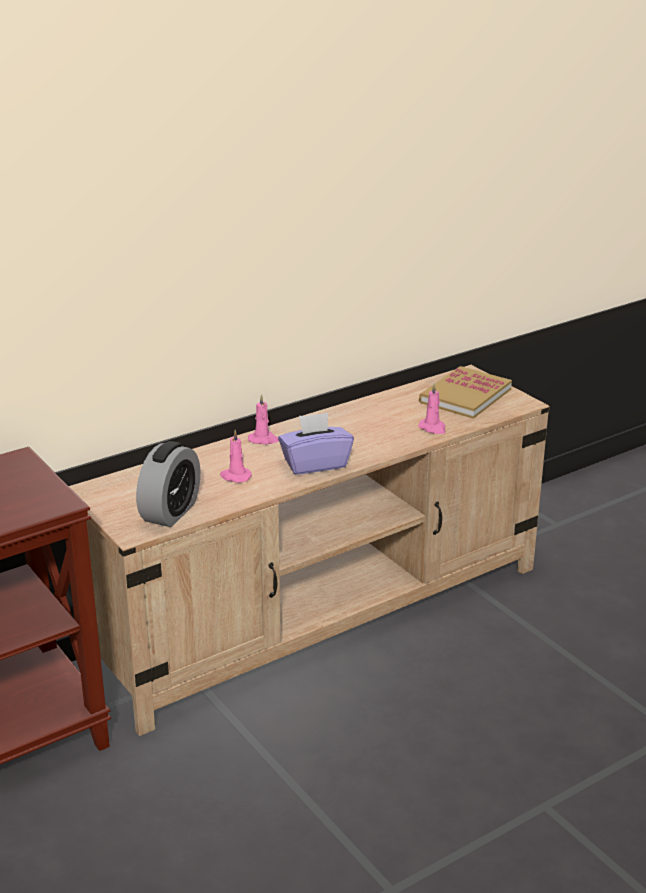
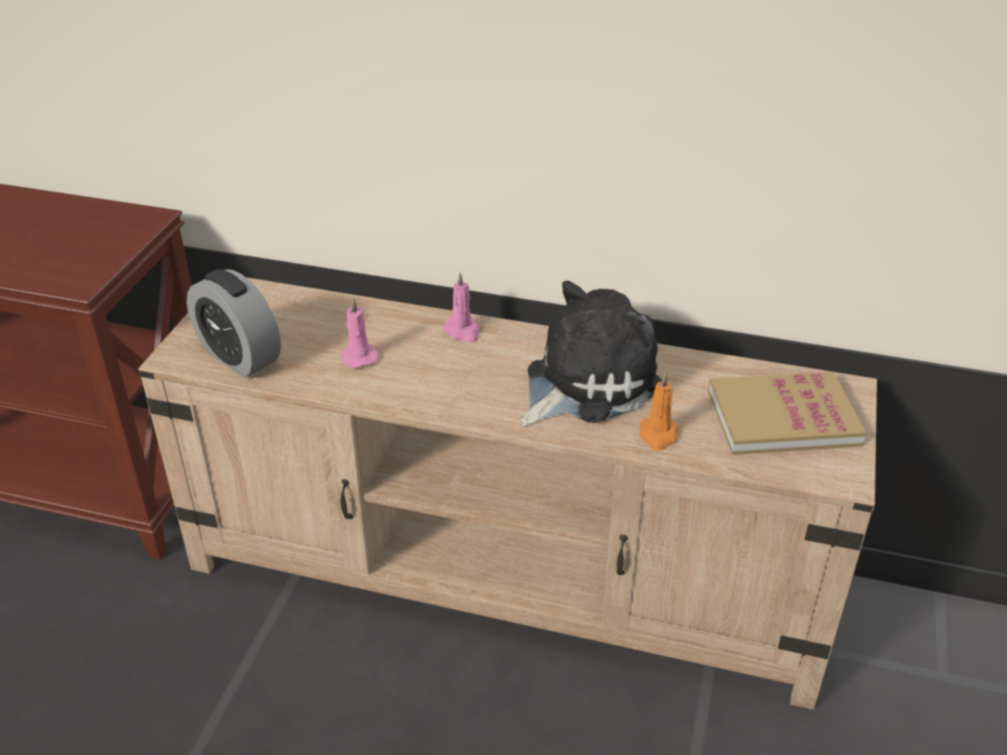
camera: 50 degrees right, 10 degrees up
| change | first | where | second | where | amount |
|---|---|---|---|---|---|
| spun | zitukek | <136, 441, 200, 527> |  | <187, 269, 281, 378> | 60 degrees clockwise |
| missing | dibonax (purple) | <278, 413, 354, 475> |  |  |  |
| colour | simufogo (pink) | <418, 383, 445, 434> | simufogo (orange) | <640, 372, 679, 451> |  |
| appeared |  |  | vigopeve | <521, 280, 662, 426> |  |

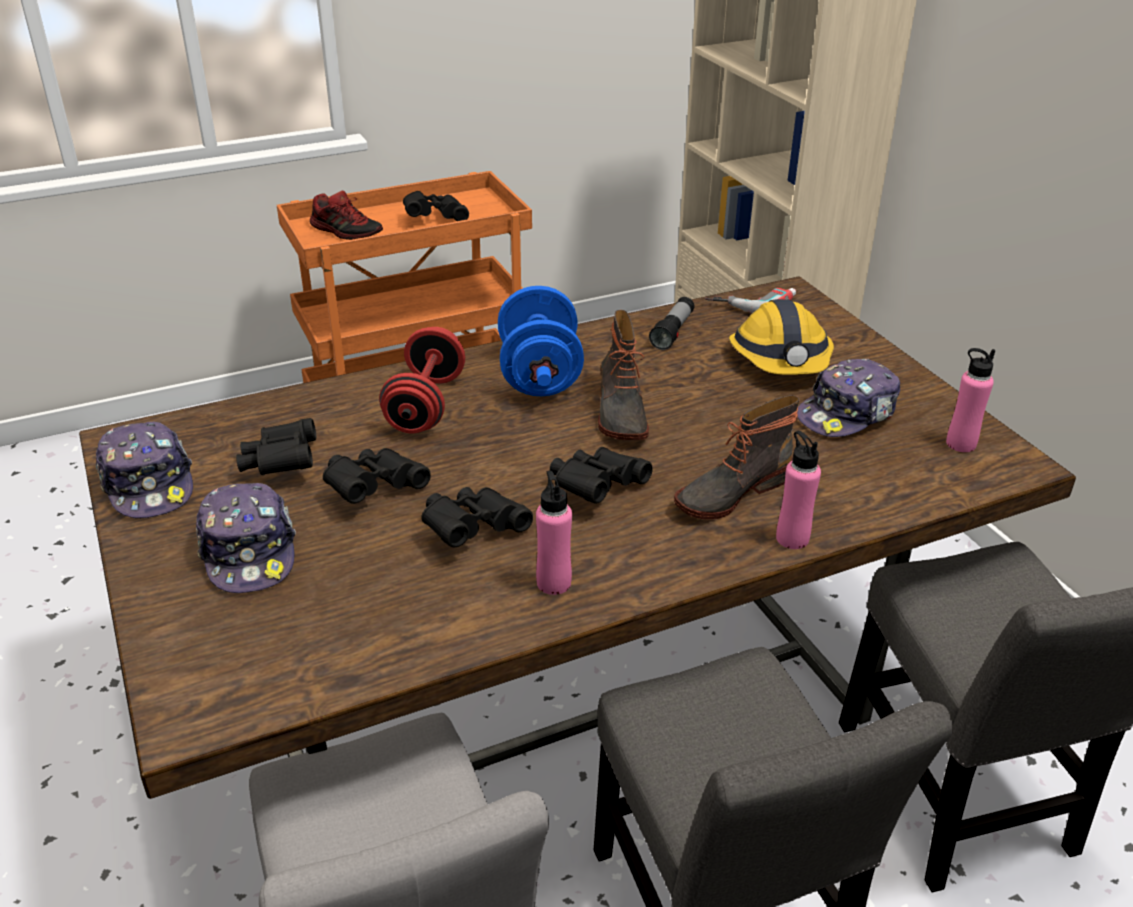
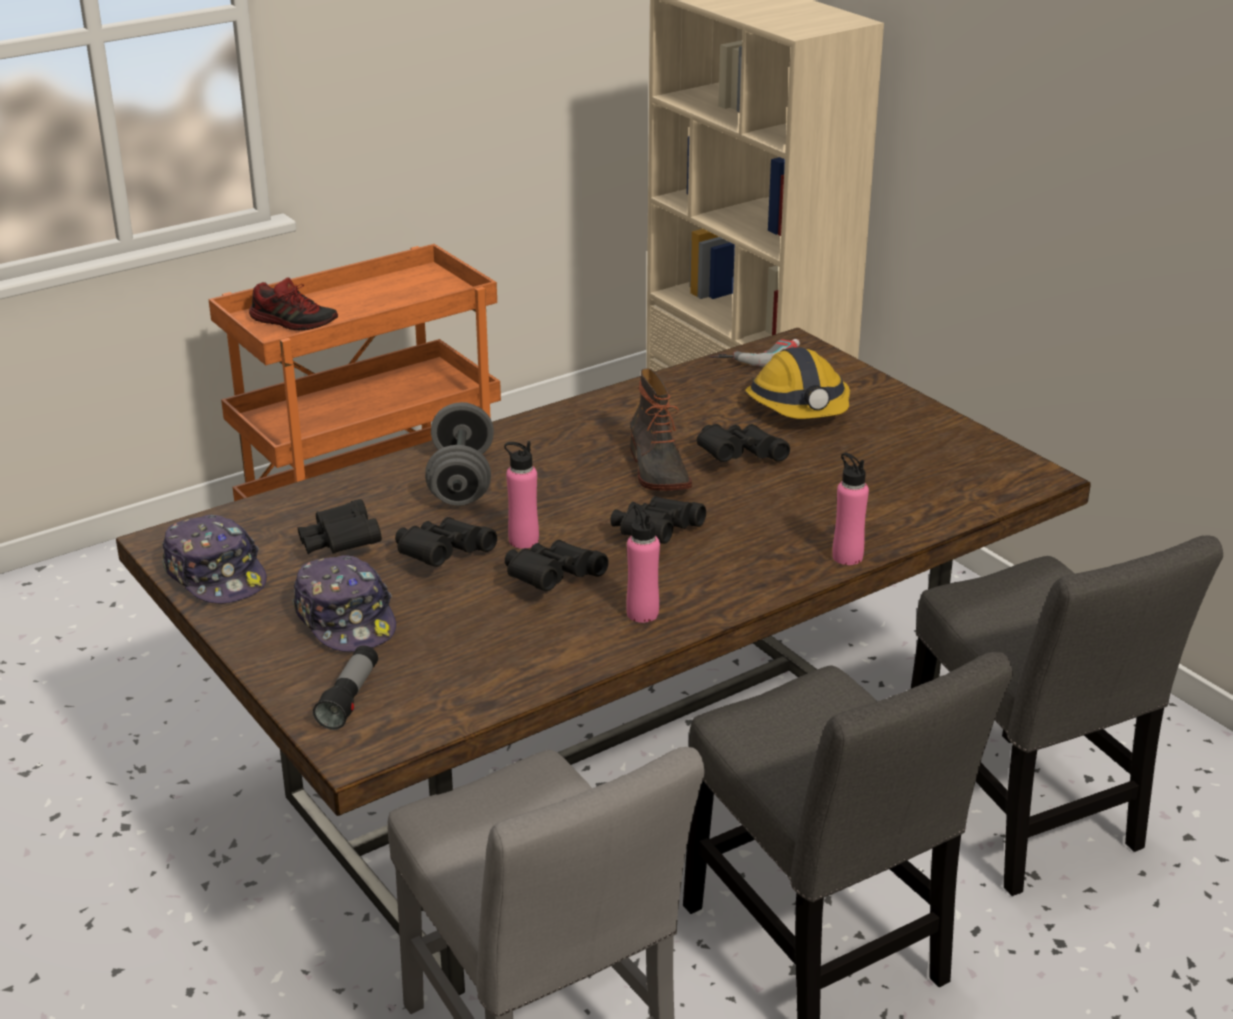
camera: 10 degrees left, 5 degrees down
| change | first | where | second | where | amount |
|---|---|---|---|---|---|
| colour | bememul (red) | <379, 327, 465, 433> | bememul (grey) | <425, 402, 494, 506> |  |
| relocated | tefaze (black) | <403, 191, 469, 221> |  | <697, 424, 790, 462> |  |
| missing | bememul (blue) | <498, 286, 584, 396> |  |  |  |
| relocated | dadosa | <649, 297, 694, 350> |  | <313, 645, 378, 730> |  |
| missing | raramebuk | <674, 395, 800, 519> |  |  |  |
| missing | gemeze | <797, 359, 900, 437> |  |  |  |
| relocated | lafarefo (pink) | <946, 348, 995, 452> |  | <504, 441, 539, 549> |  |

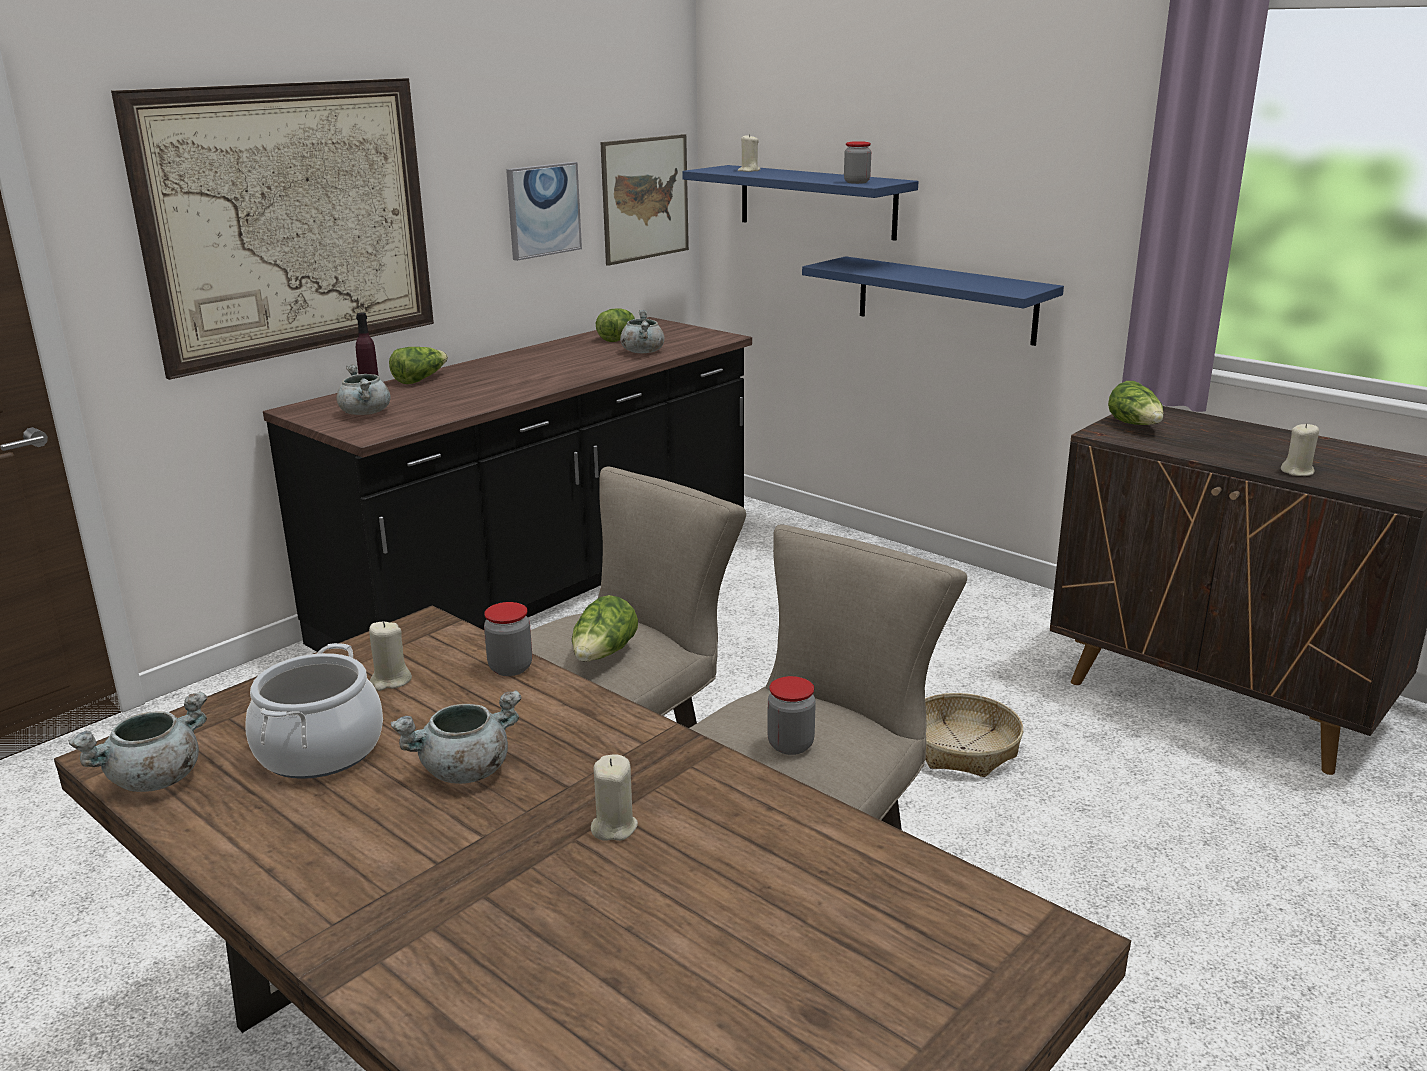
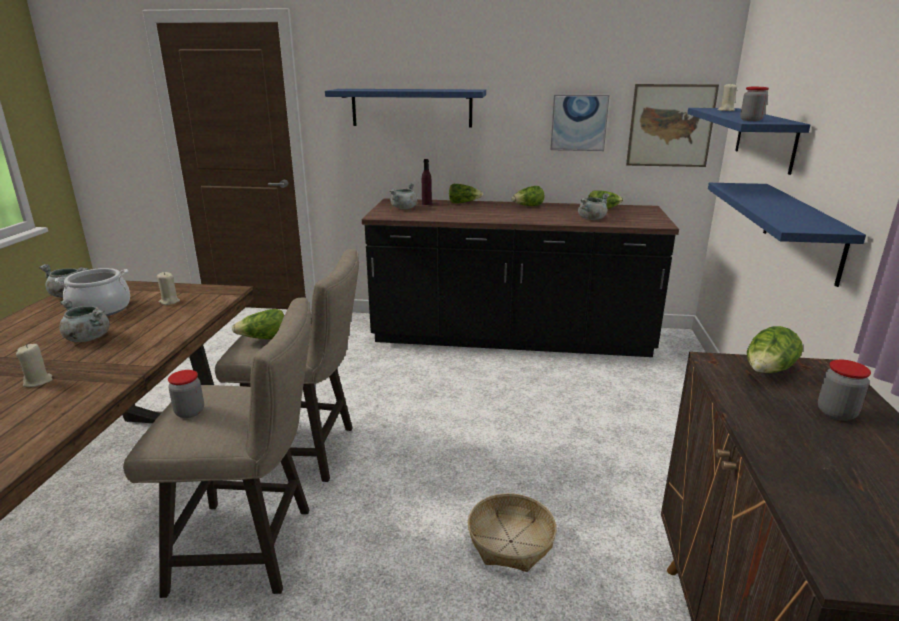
camera: 55 degrees right, 0 degrees up
| change | first | where | second | where | amount |
|---|---|---|---|---|---|
| exchanged | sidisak | <111, 78, 434, 380> | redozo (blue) | <325, 89, 486, 128> |  |
| relocated | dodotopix | <484, 602, 532, 676> |  | <818, 360, 871, 421> |  |
| missing | simufogo (beige) | <1281, 423, 1319, 476> |  |  |  |
| appeared |  |  | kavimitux | <511, 186, 545, 206> |  |

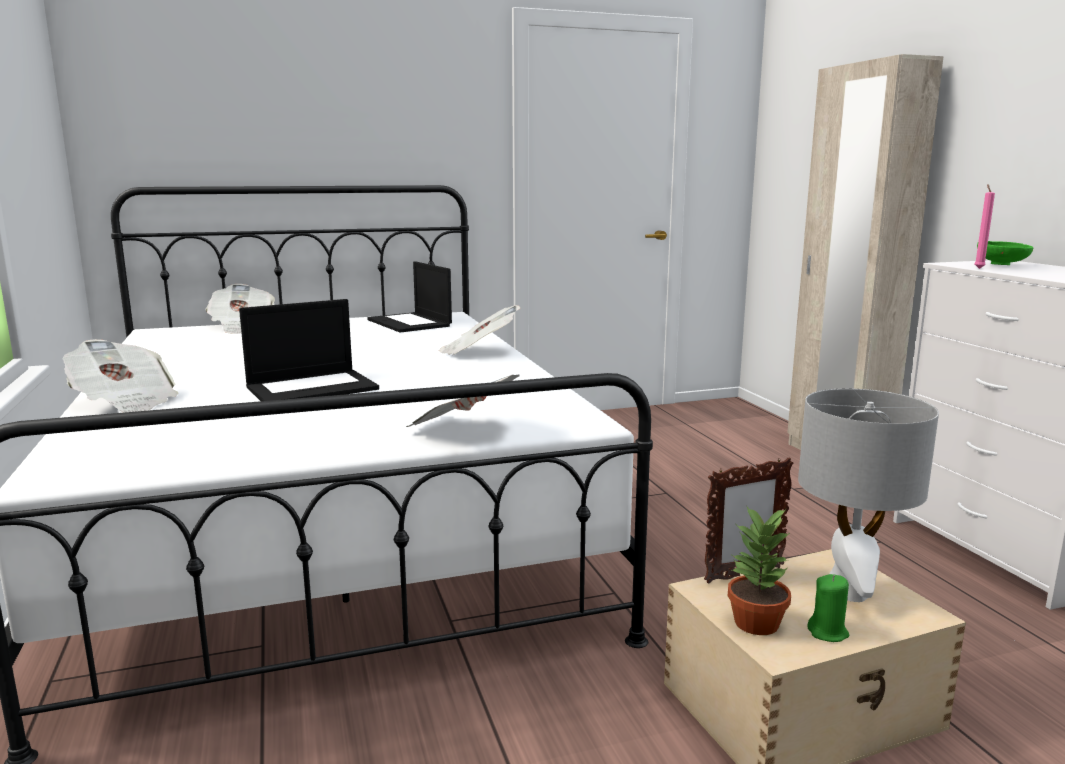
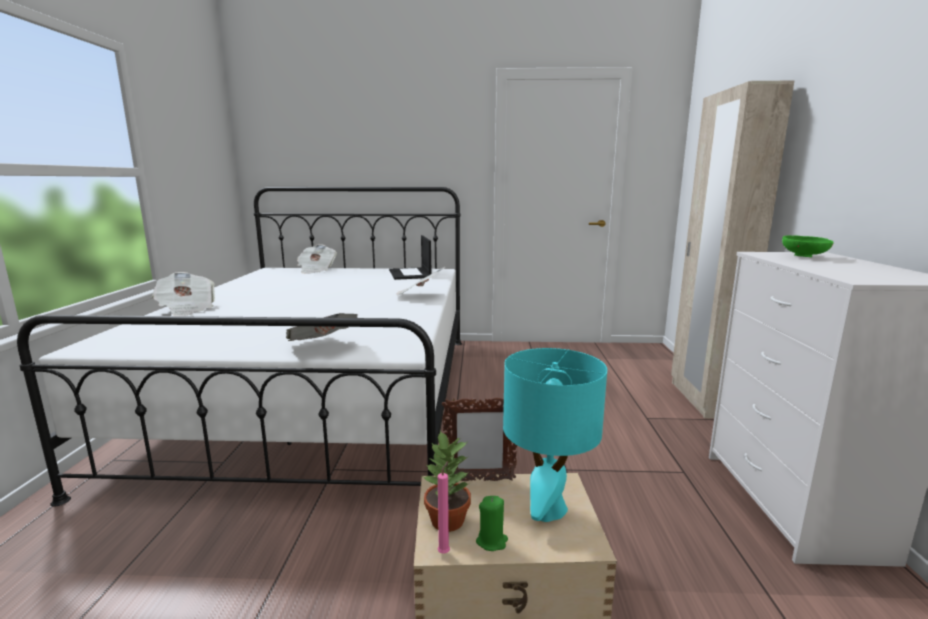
camera: 20 degrees right, 0 degrees up
| change | first | where | second | where | amount |
|---|---|---|---|---|---|
| missing | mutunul | <239, 299, 379, 401> |  |  |  |
| colour | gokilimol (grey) | <798, 388, 939, 602> | gokilimol (turquoise) | <503, 348, 607, 522> |  |
| relocated | simufogo (pink) | <974, 184, 995, 269> |  | <438, 461, 450, 554> |  |

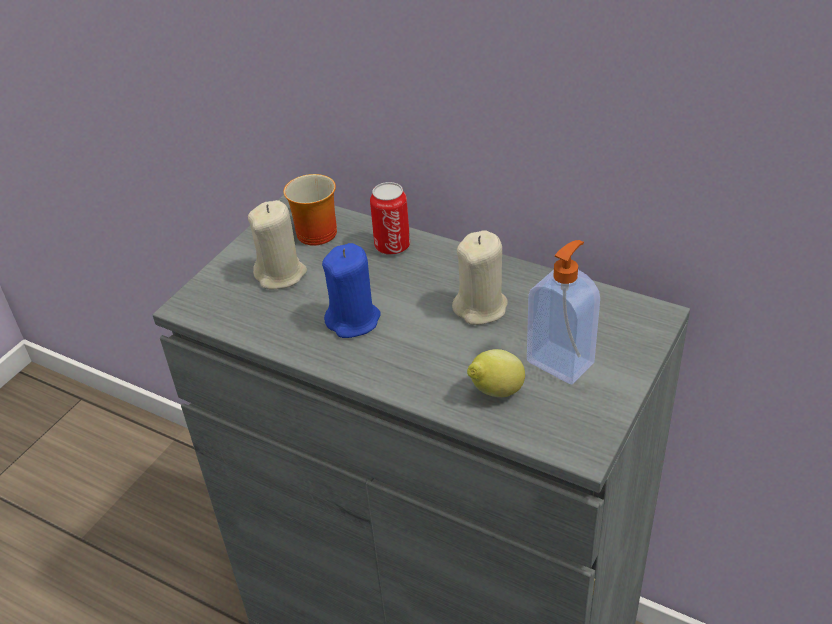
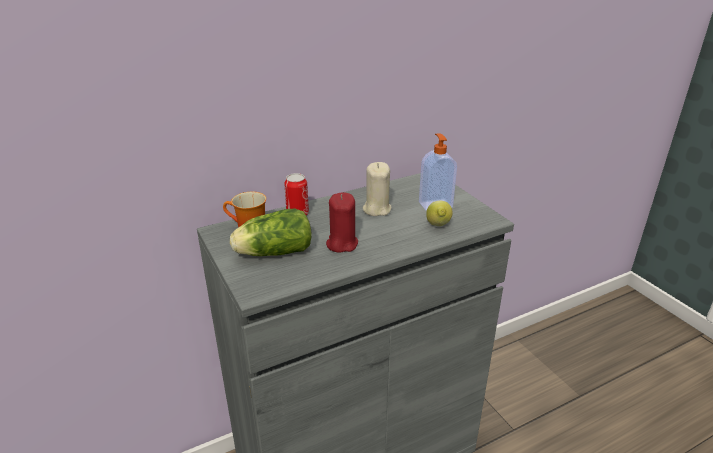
camera: 60 degrees left, 10 degrees down
| change | first | where | second | where | amount |
|---|---|---|---|---|---|
| exchanged | simufogo (beige) | <248, 200, 307, 289> | kavimitux | <230, 209, 312, 256> |  |
| colour | simufogo (blue) | <322, 243, 380, 338> | simufogo (red) | <326, 192, 358, 253> |  |

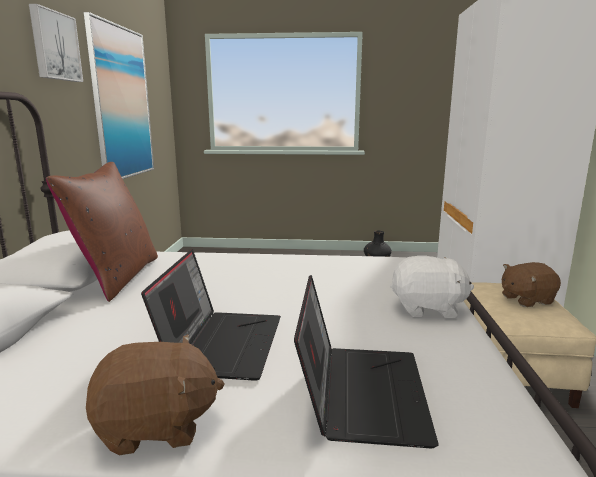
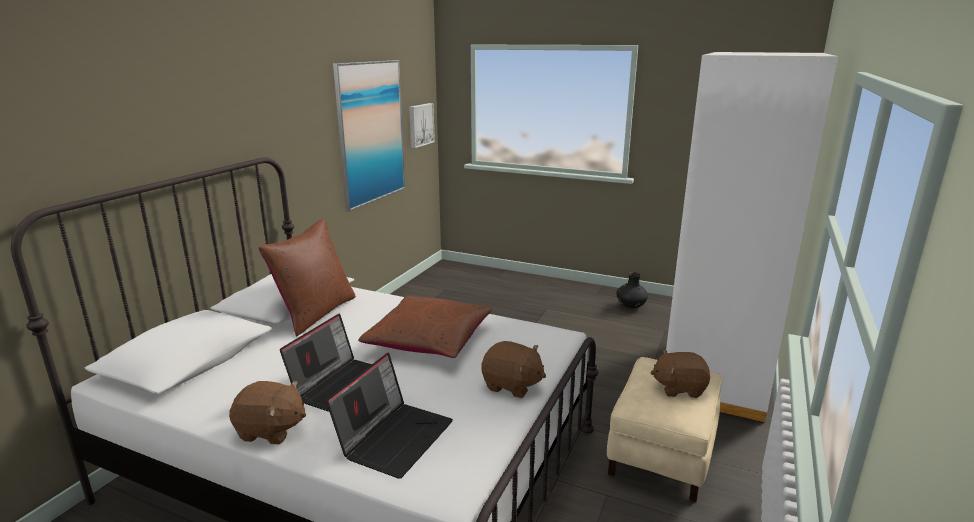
camera: 20 degrees right, 5 degrees up
| change | first | where | second | where | amount |
|---|---|---|---|---|---|
| relocated | sidisak | <29, 4, 83, 82> |  | <409, 103, 435, 148> |  |
| colour | vigopeve (white) | <390, 256, 474, 318> | vigopeve (brown) | <481, 341, 546, 398> |  |
| appeared |  |  | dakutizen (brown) | <358, 296, 492, 358> |  |

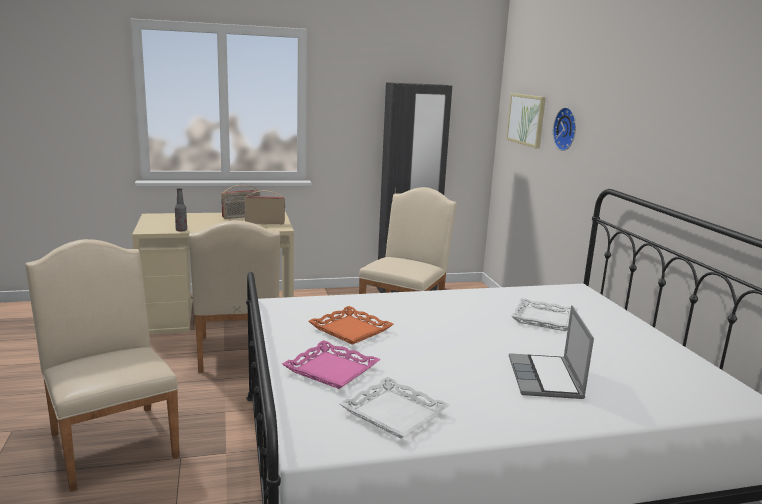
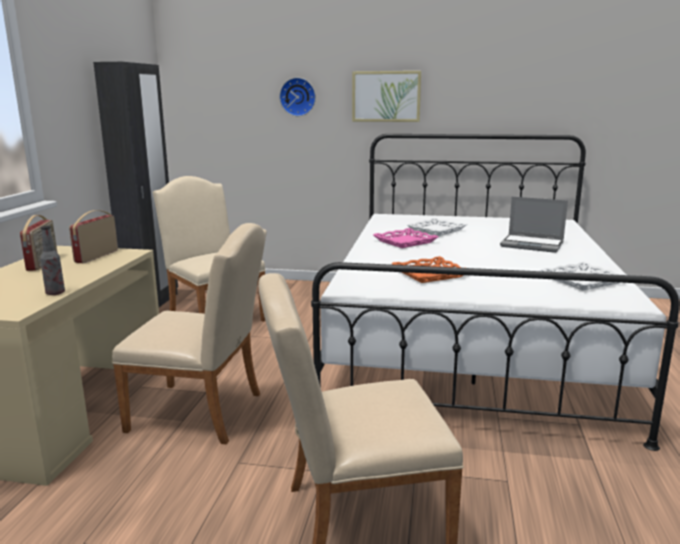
camera: 65 degrees left, 0 degrees up
| change | first | where | second | where | amount |
|---|---|---|---|---|---|
| relocated | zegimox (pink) | <282, 340, 381, 389> |  | <373, 228, 438, 248> |  |
| relocated | sidisak | <506, 93, 546, 149> |  | <352, 71, 421, 122> |  |

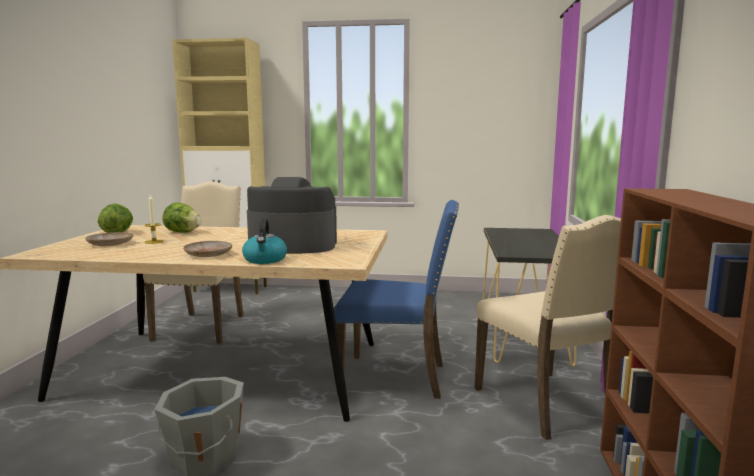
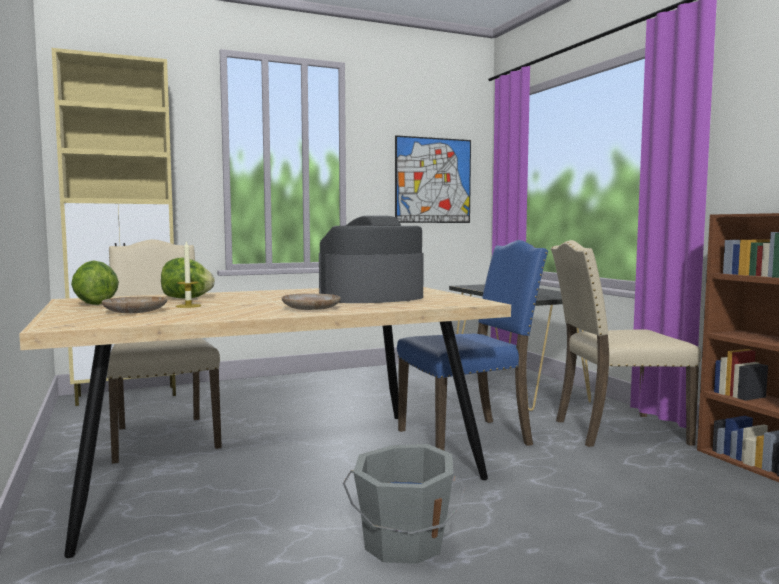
camera: 30 degrees left, 5 degrees down
| change | first | where | second | where | amount |
|---|---|---|---|---|---|
| missing | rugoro | <242, 218, 287, 264> |  |  |  |
| spun | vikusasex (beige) | <475, 215, 621, 440> |  | <551, 240, 702, 447> | 135 degrees clockwise |
| appeared |  |  | sidisak | <395, 135, 471, 223> |  |

